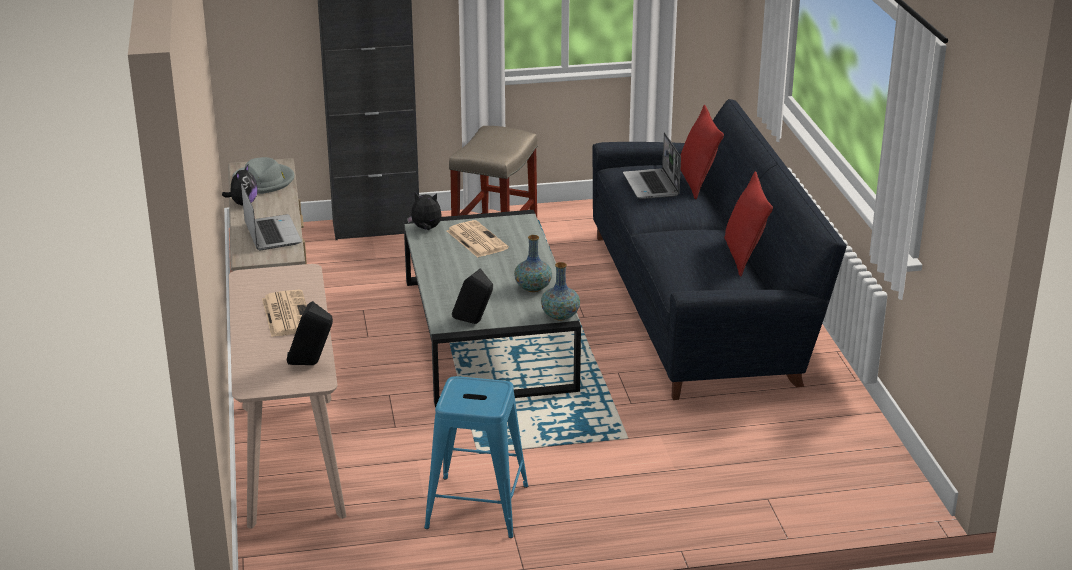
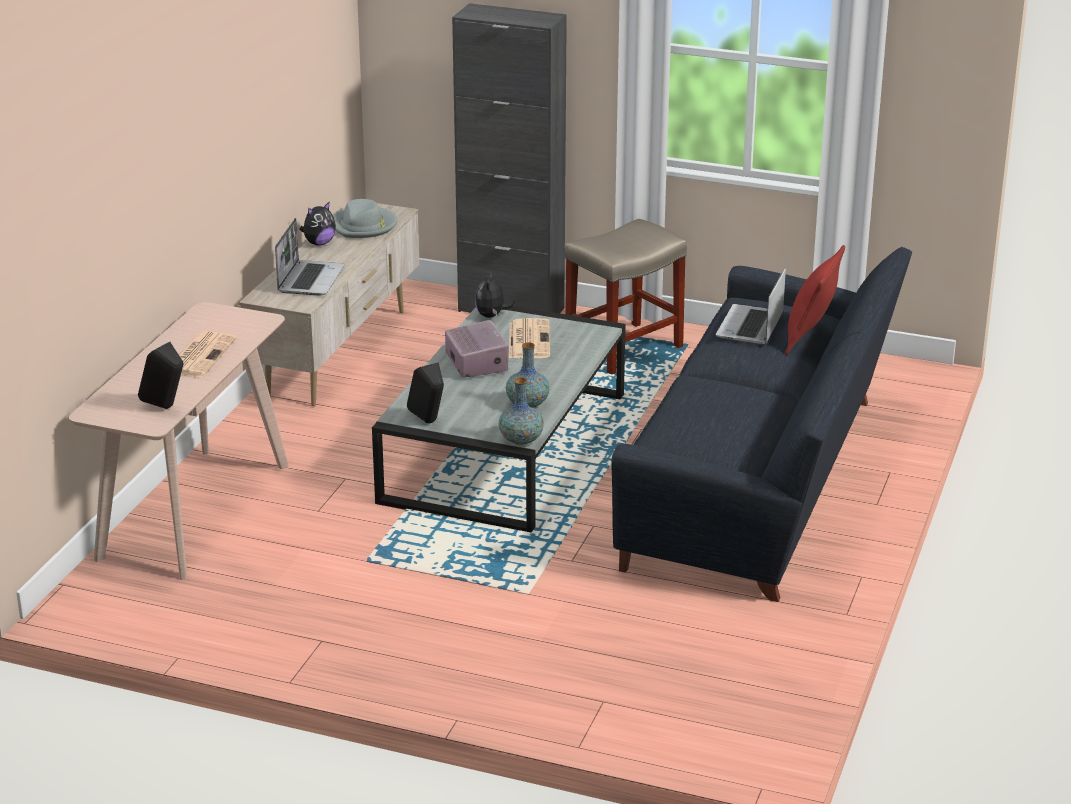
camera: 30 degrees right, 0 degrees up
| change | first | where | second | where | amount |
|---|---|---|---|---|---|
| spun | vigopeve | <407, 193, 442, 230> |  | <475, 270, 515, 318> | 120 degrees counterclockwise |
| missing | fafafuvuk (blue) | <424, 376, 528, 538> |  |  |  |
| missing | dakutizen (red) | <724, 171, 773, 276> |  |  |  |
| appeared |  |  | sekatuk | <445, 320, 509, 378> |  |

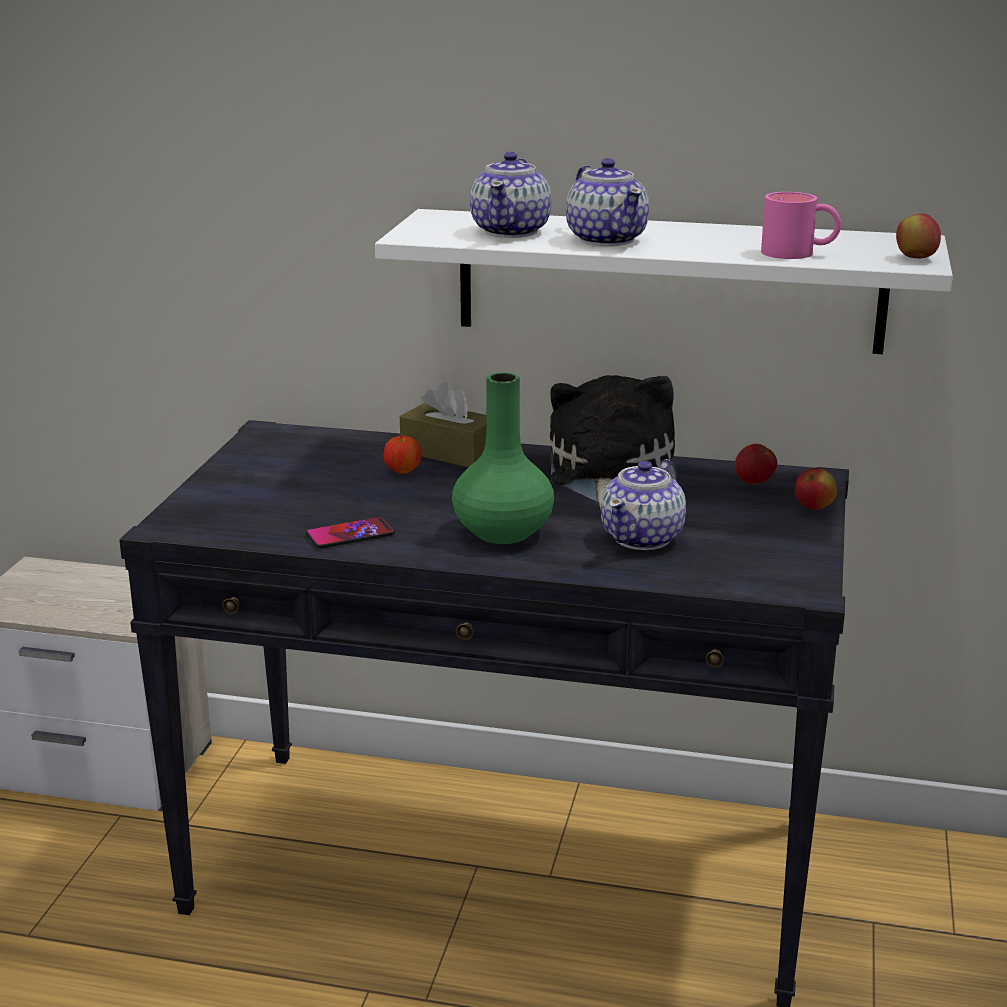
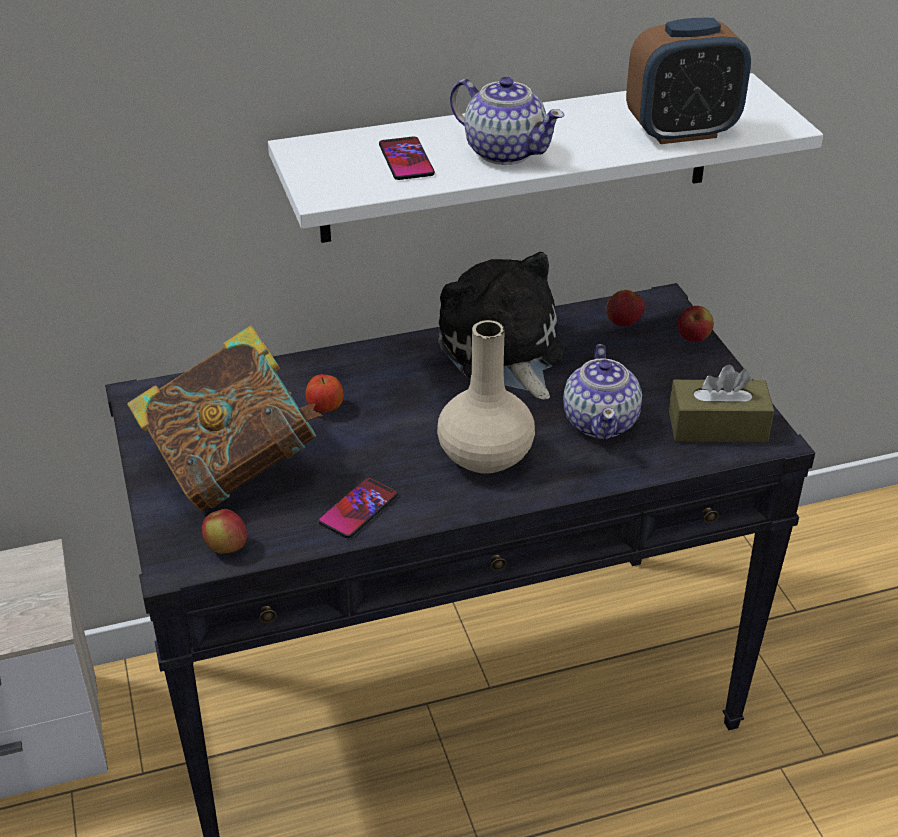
camera: 30 degrees left, 15 degrees up
| change | first | where | second | where | amount |
|---|---|---|---|---|---|
| relocated | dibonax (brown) | <400, 382, 487, 468> |  | <669, 365, 774, 442> |  |
| colour | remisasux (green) | <452, 372, 554, 544> | remisasux (beige) | <437, 320, 535, 474> |  |
| exchanged | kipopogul | <470, 152, 552, 238> | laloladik | <379, 136, 435, 180> |  |
| exchanged | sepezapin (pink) | <761, 192, 841, 259> | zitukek | <626, 18, 751, 144> |  |
| relocated | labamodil | <896, 214, 941, 258> |  | <202, 509, 247, 554> |  |
| appeared |  |  | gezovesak | <127, 326, 323, 511> |  |

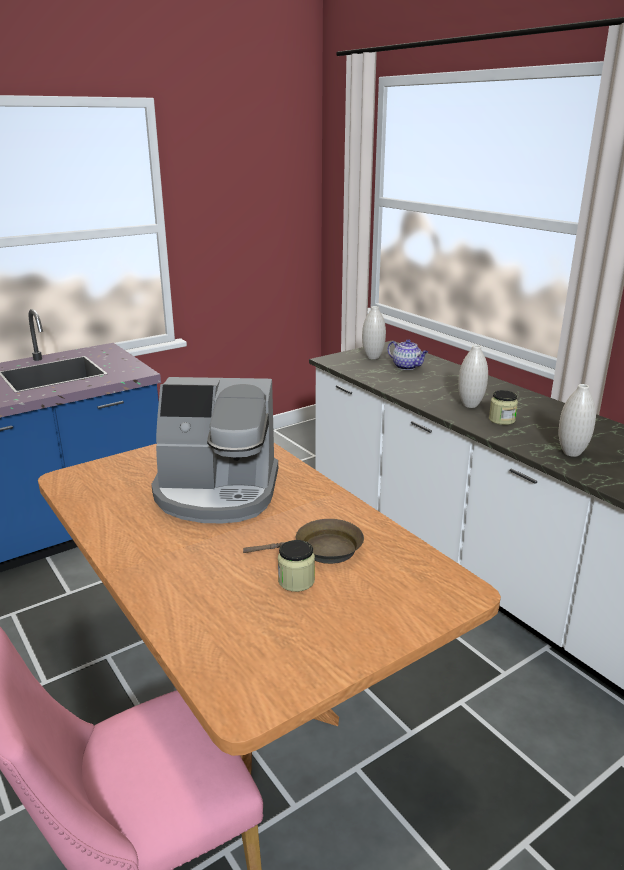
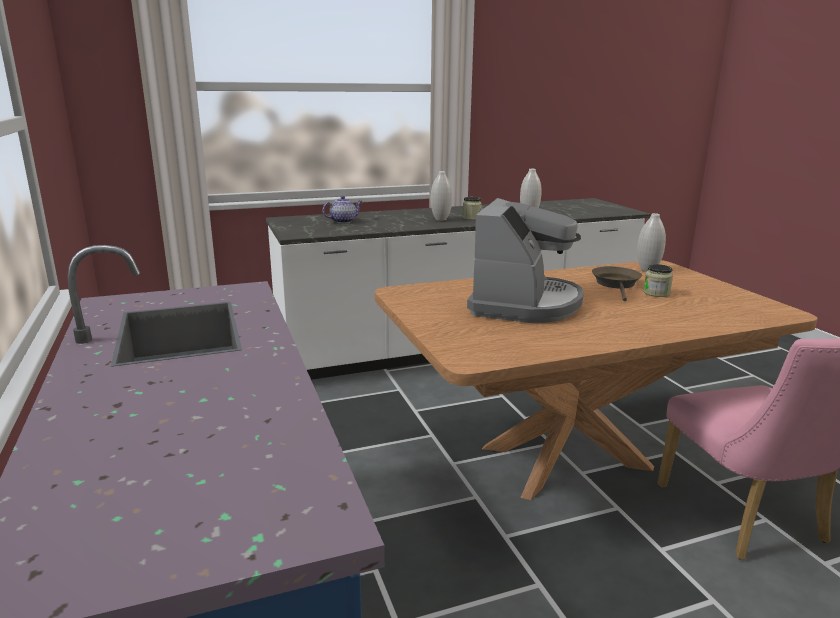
camera: 75 degrees left, 5 degrees down
| change | first | where | second | where | amount |
|---|---|---|---|---|---|
| relocated | remisasux (white) | <362, 306, 386, 359> |  | <637, 213, 666, 272> |  |

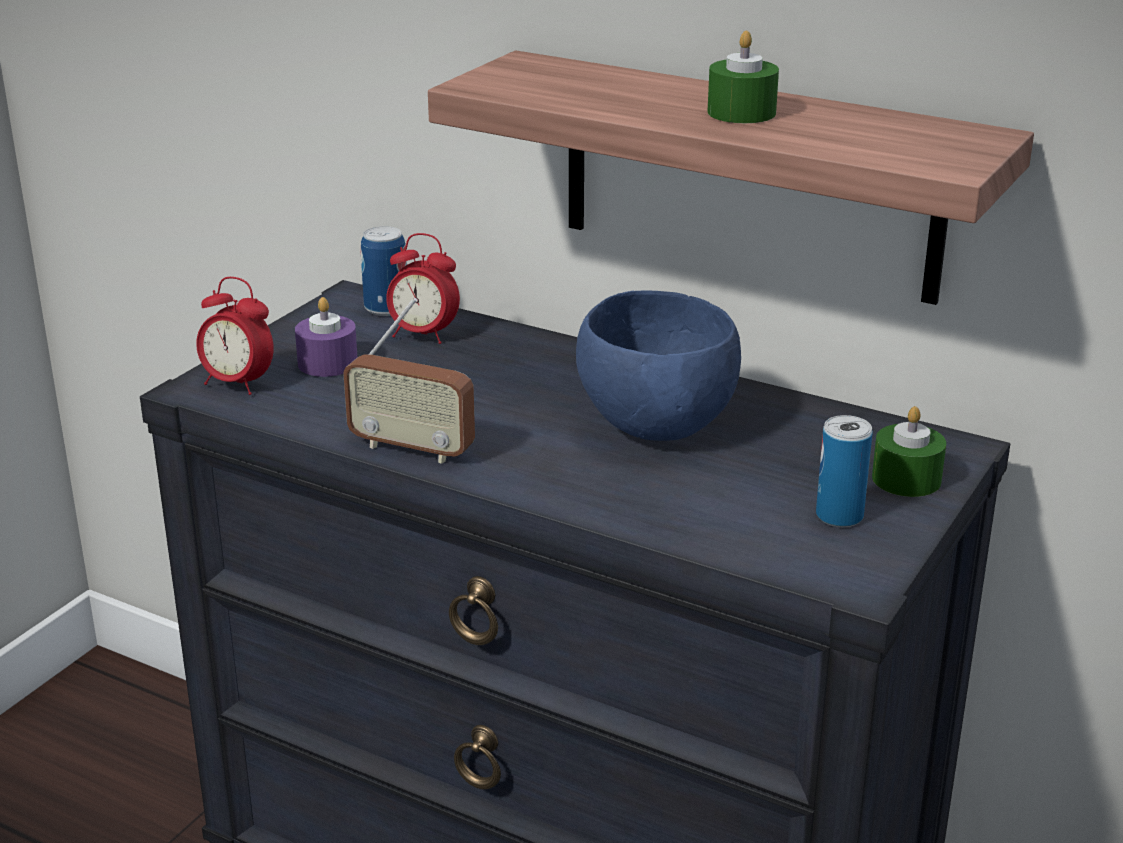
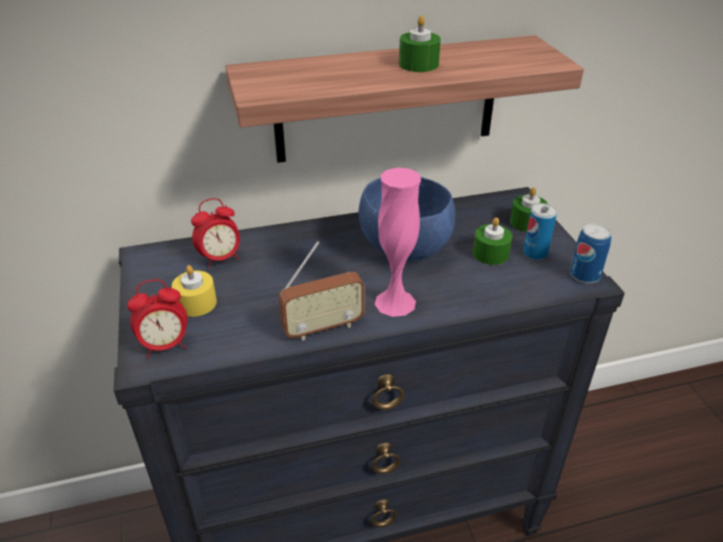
camera: 45 degrees left, 10 degrees up
| change | first | where | second | where | amount |
|---|---|---|---|---|---|
| colour | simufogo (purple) | <295, 297, 357, 377> | simufogo (yellow) | <172, 265, 217, 317> |  |
| relocated | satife | <361, 226, 407, 316> |  | <570, 223, 611, 284> |  |
| appeared |  |  | remisasux (pink) | <375, 167, 421, 317> |  |
| appeared |  |  | simufogo (green) | <473, 218, 512, 265> |  |

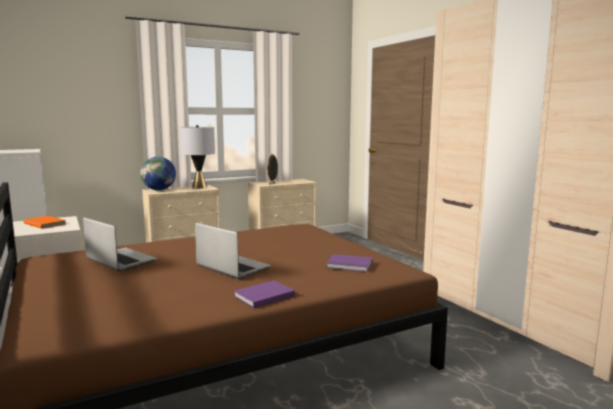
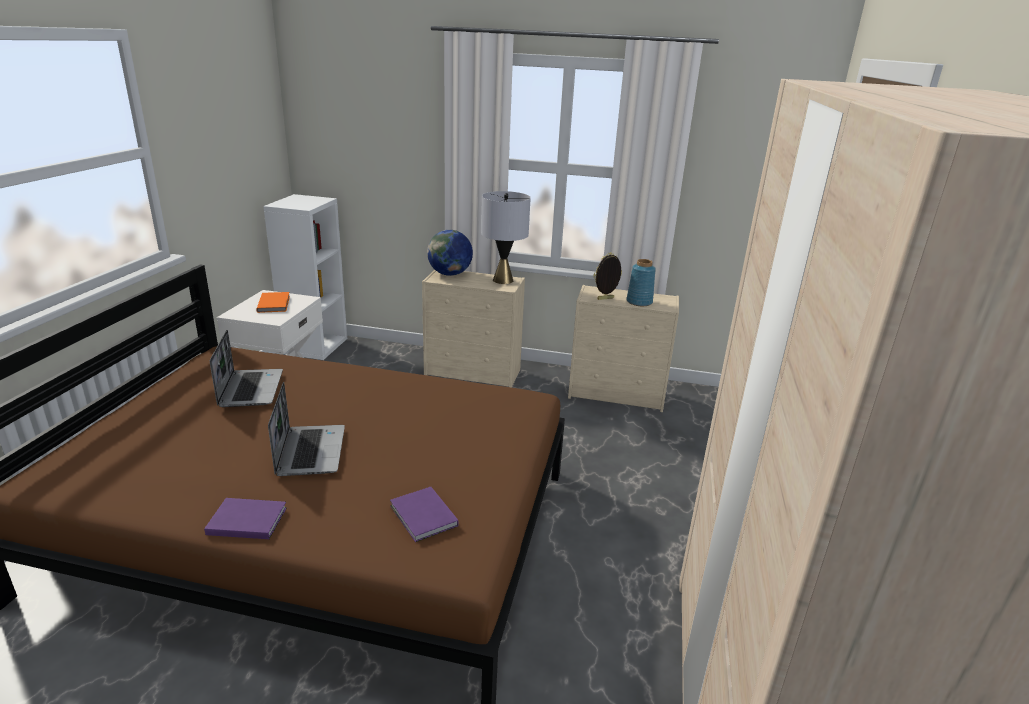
camera: 40 degrees right, 15 degrees up
| change | first | where | second | where | amount |
|---|---|---|---|---|---|
| appeared |  |  | remisasux (blue) | <626, 259, 656, 306> |  |

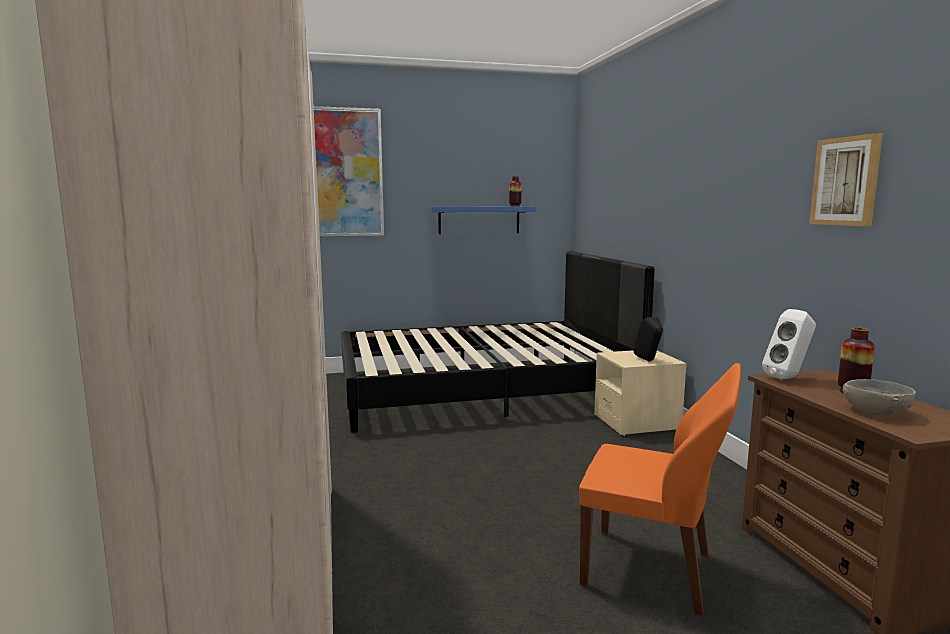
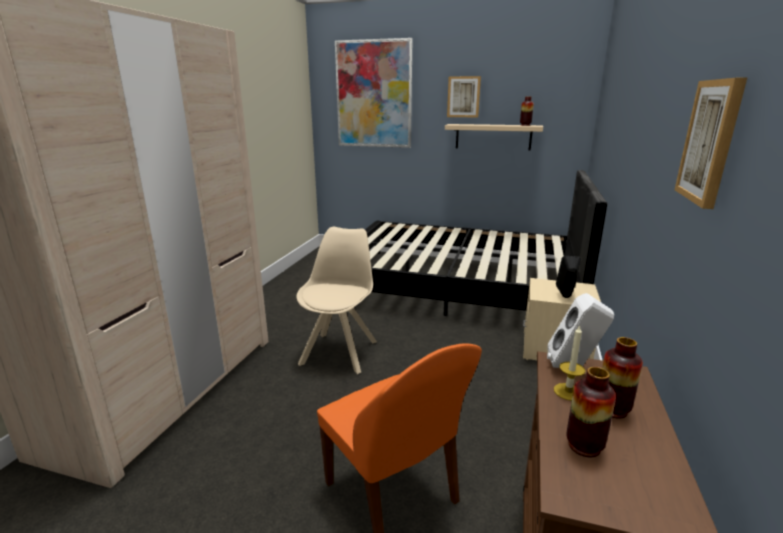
camera: 30 degrees right, 10 degrees up
| change | first | where | second | where | amount |
|---|---|---|---|---|---|
| colour | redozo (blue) | <428, 207, 536, 234> | redozo (beige) | <445, 124, 543, 151> |  |
| exchanged | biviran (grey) | <843, 379, 916, 415> | remisasux | <566, 367, 616, 457> |  |
| appeared |  |  | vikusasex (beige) | <297, 227, 377, 374> |  |
| appeared |  |  | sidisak | <447, 76, 481, 117> |  |
| appeared |  |  | simufogo | <554, 324, 585, 401> |  |

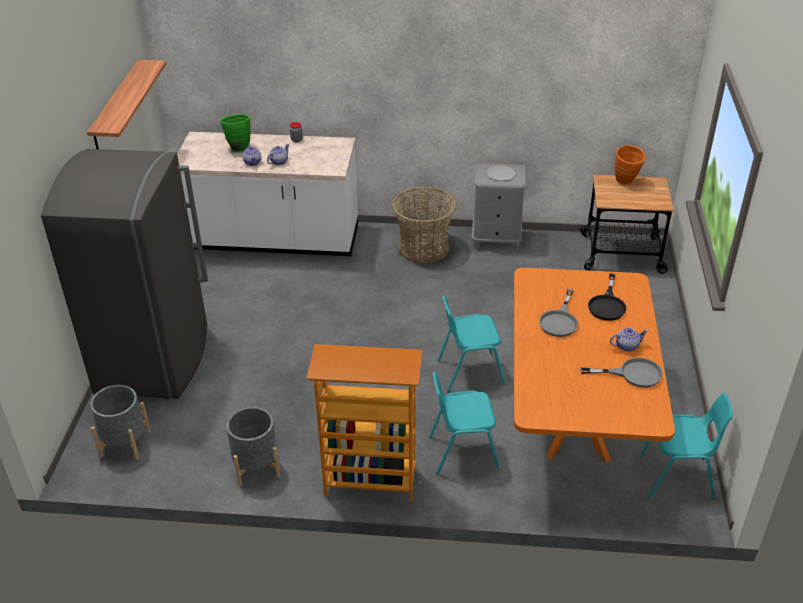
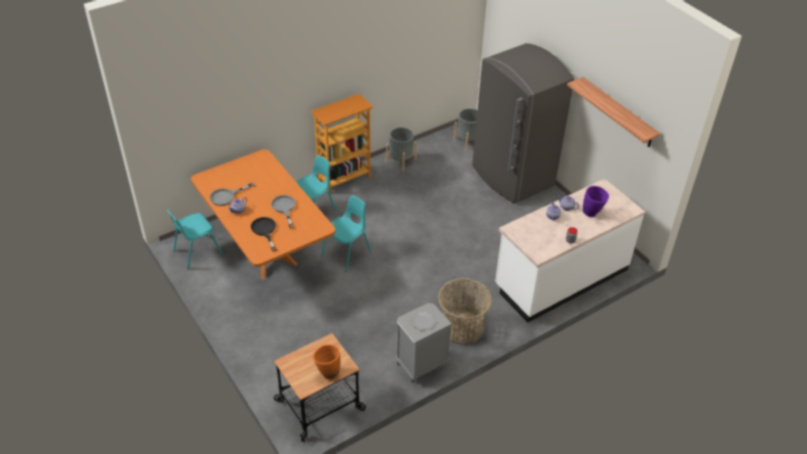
camera: 140 degrees right, 5 degrees up
| change | first | where | second | where | amount |
|---|---|---|---|---|---|
| colour | remisasux (green) | <220, 114, 251, 153> | remisasux (purple) | <583, 186, 609, 217> |  |

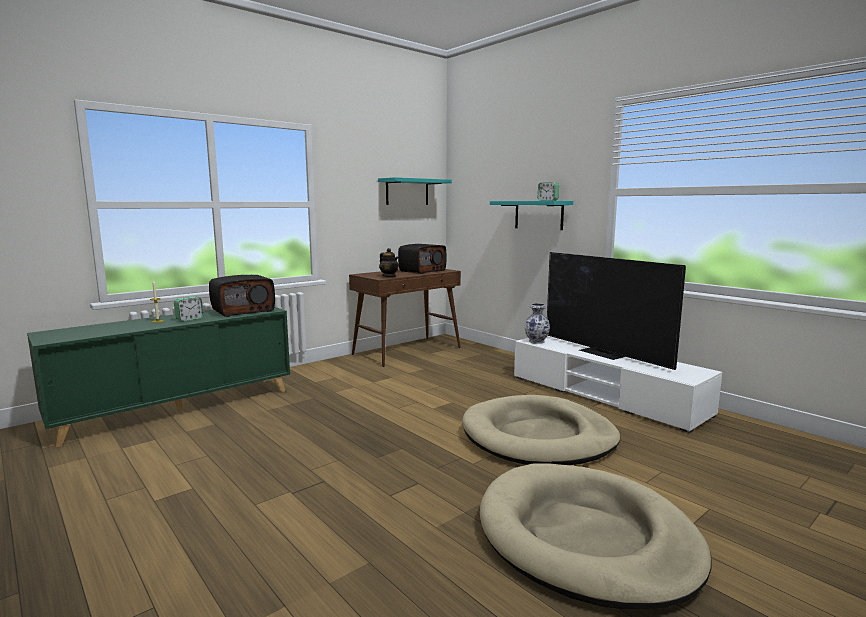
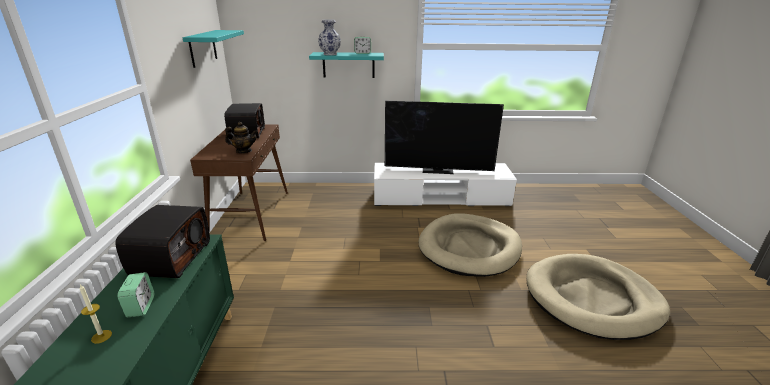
camera: 50 degrees left, 15 degrees up
| change | first | where | second | where | amount |
|---|---|---|---|---|---|
| relocated | remisasux | <524, 303, 550, 344> |  | <318, 20, 341, 55> |  |

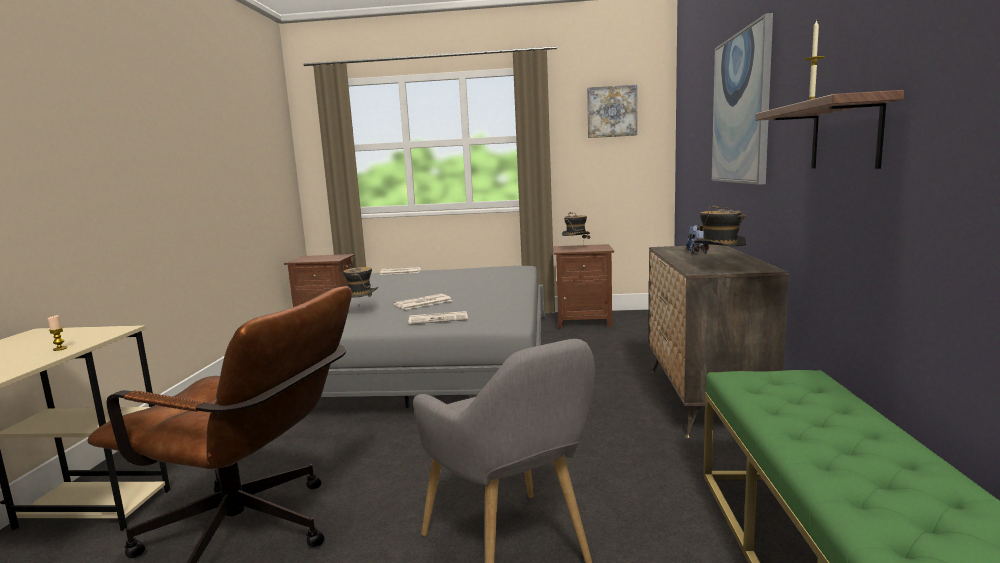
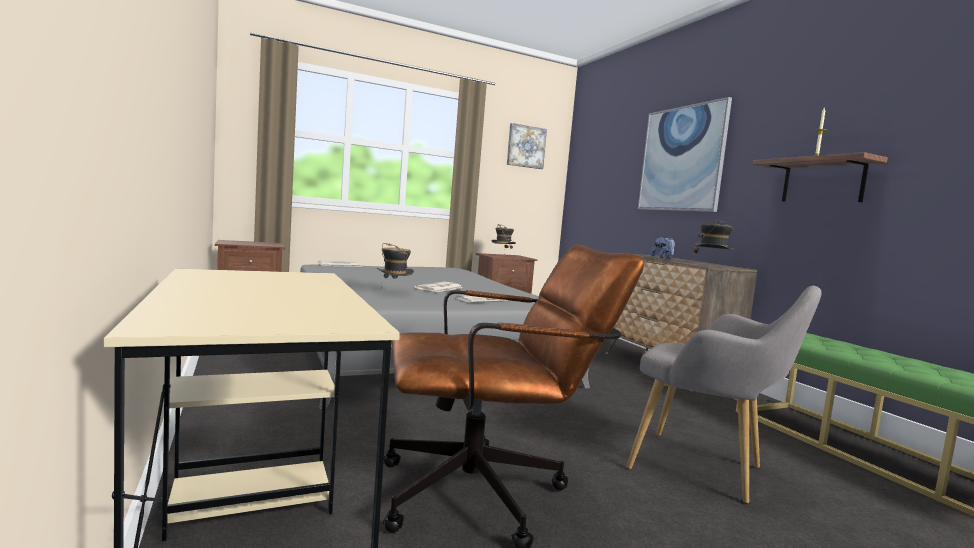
camera: 30 degrees left, 5 degrees down
| change | first | where | second | where | amount |
|---|---|---|---|---|---|
| missing | simufogo | <48, 315, 67, 351> |  |  |  |

